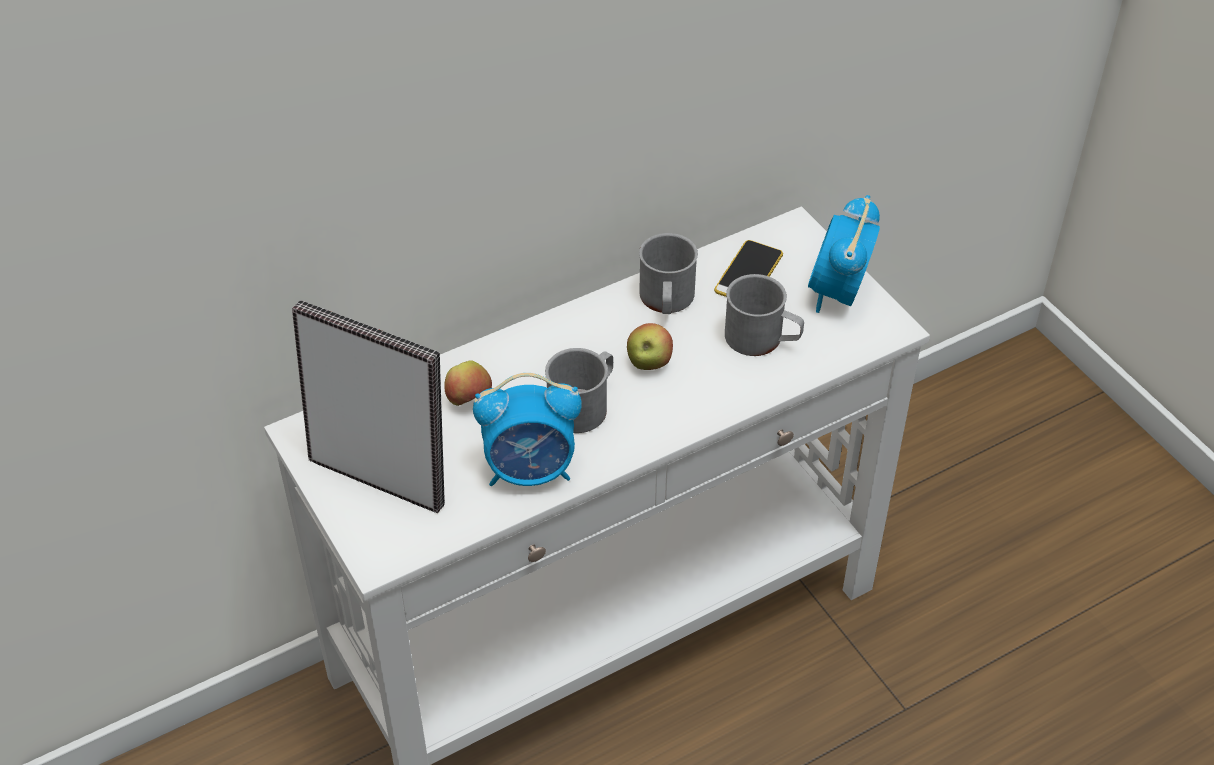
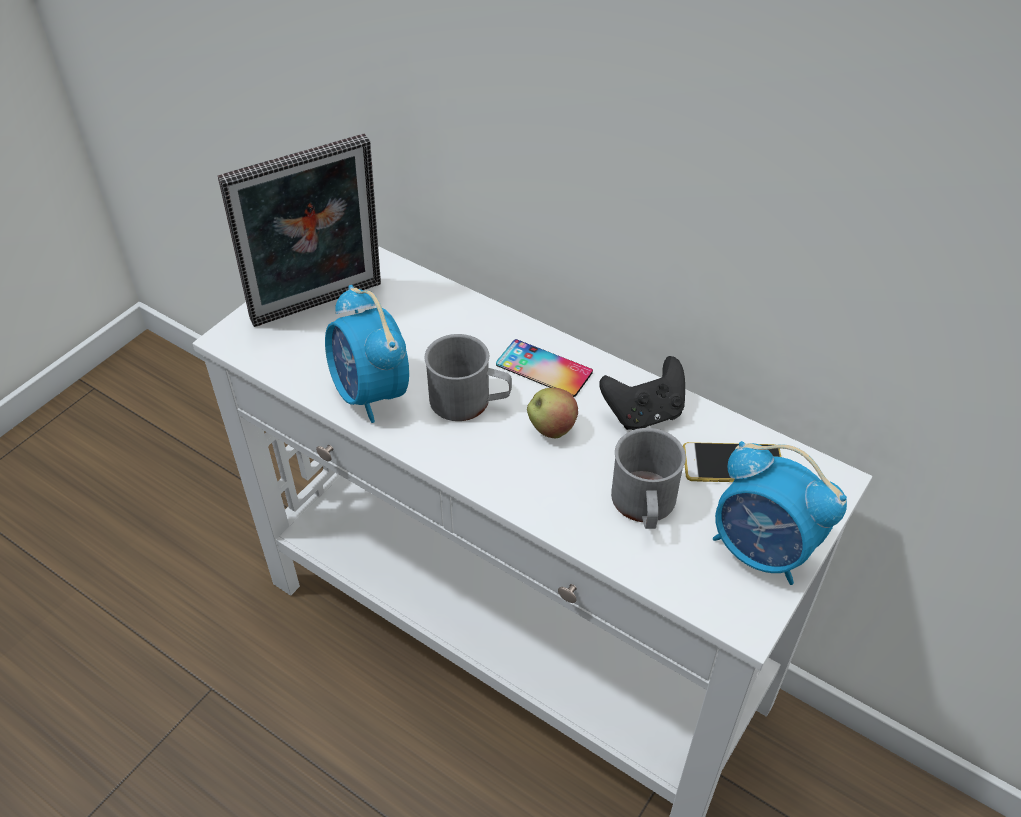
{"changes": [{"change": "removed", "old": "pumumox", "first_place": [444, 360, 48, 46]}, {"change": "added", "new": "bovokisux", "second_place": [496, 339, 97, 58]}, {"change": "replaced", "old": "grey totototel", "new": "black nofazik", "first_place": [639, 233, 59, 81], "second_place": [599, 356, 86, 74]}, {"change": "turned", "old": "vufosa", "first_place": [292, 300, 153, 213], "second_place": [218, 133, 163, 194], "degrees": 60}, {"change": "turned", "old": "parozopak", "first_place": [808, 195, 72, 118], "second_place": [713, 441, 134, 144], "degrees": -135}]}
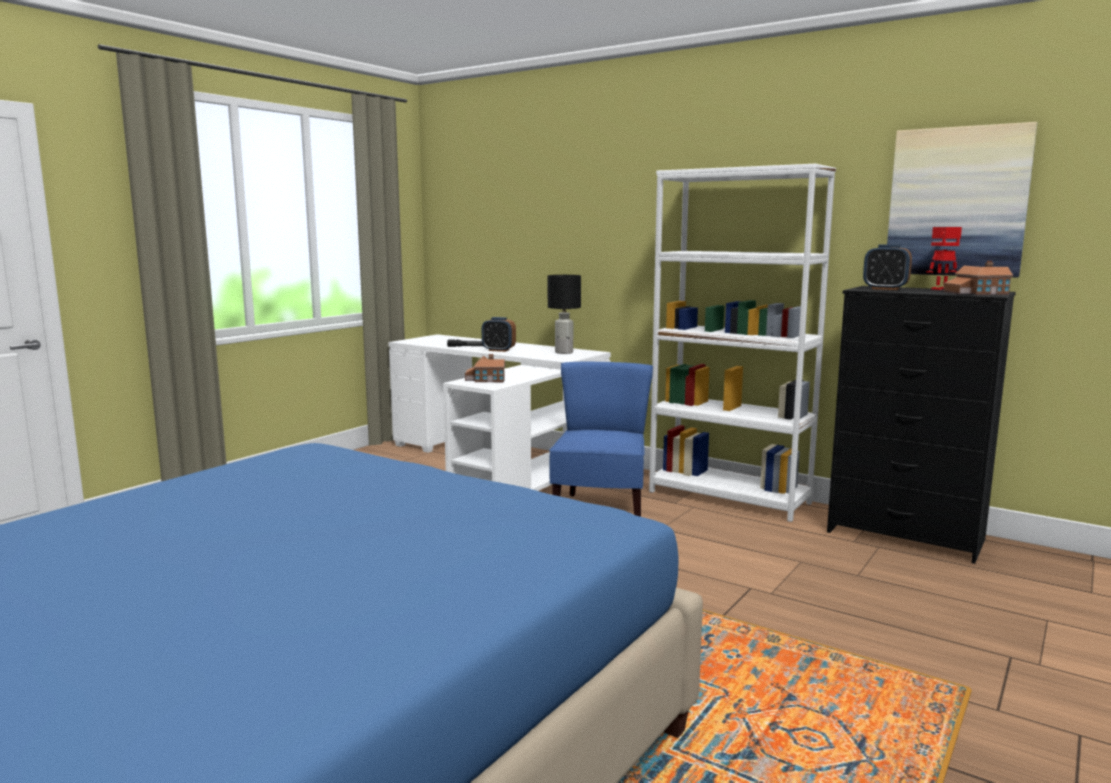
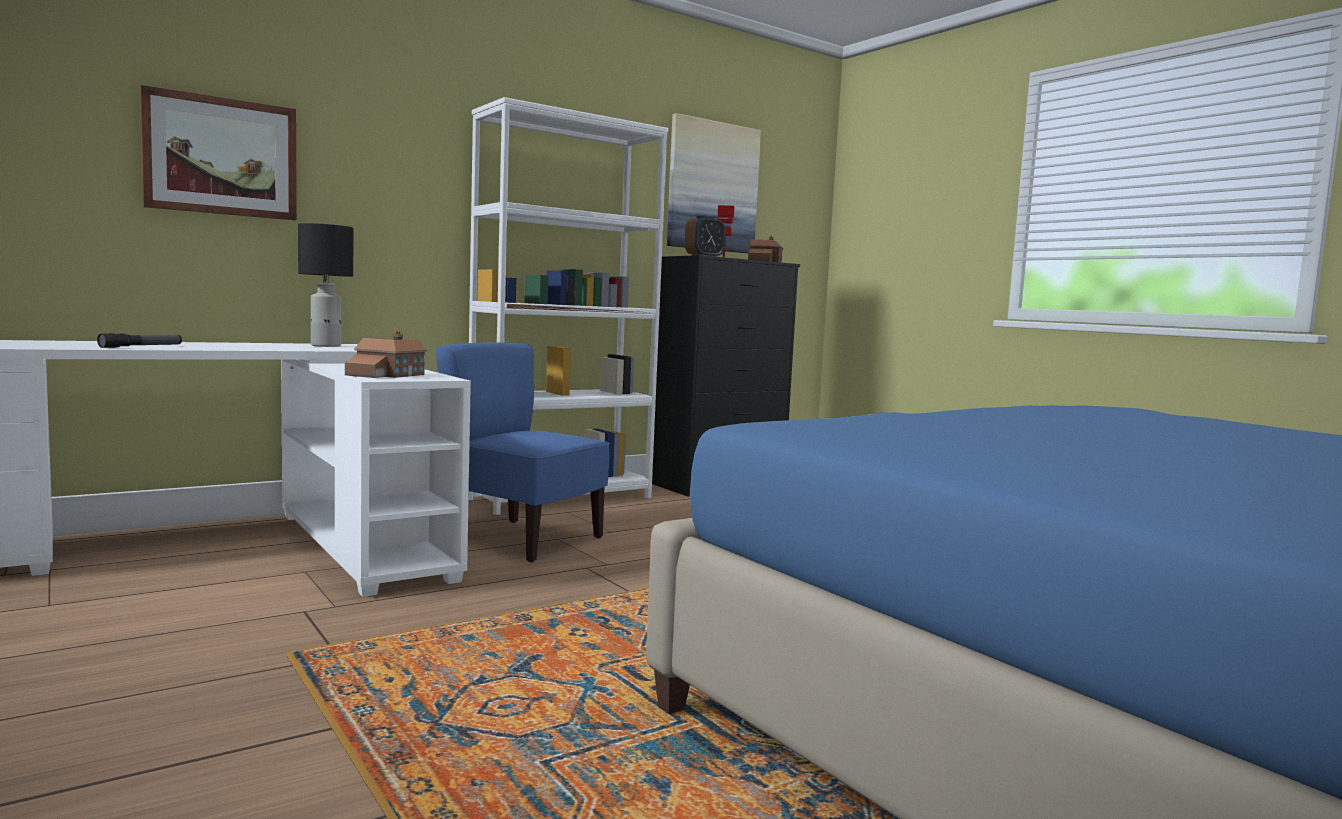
{"changes": [{"change": "removed", "old": "parozopak", "first_place": [482, 317, 34, 35]}, {"change": "added", "new": "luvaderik", "second_place": [140, 85, 157, 135]}]}
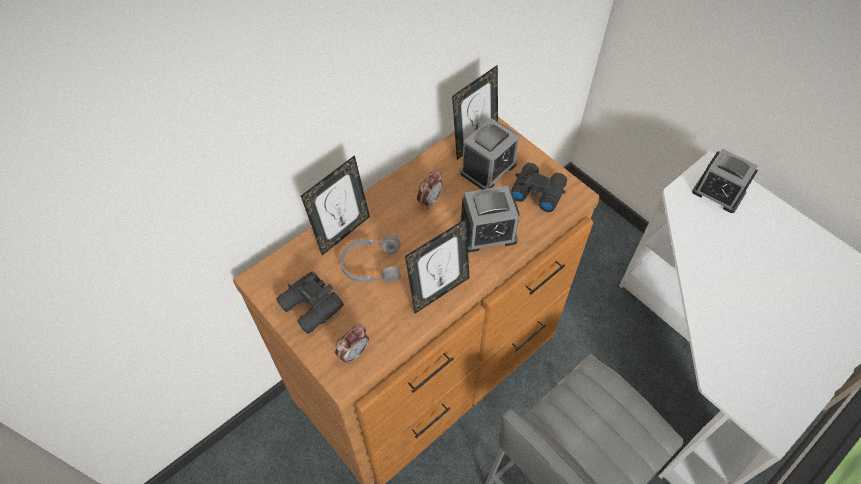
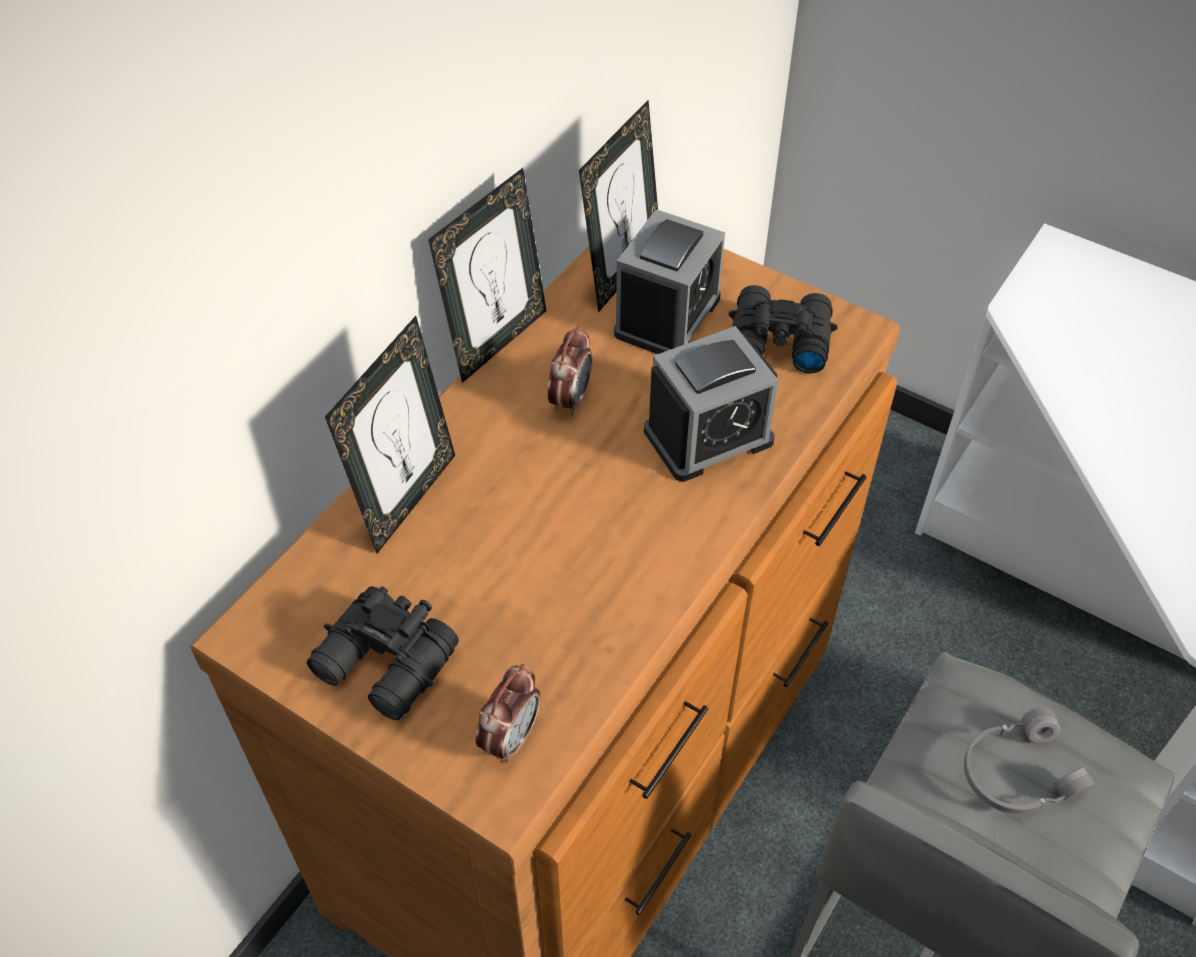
{"changes": [{"change": "removed", "old": "parozopak", "first_place": [692, 149, 66, 64]}, {"change": "moved", "old": "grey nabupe", "first_place": [340, 235, 61, 47], "second_place": [964, 707, 131, 107]}, {"change": "moved", "old": "vufosa", "first_place": [405, 218, 64, 95], "second_place": [428, 168, 118, 215]}]}
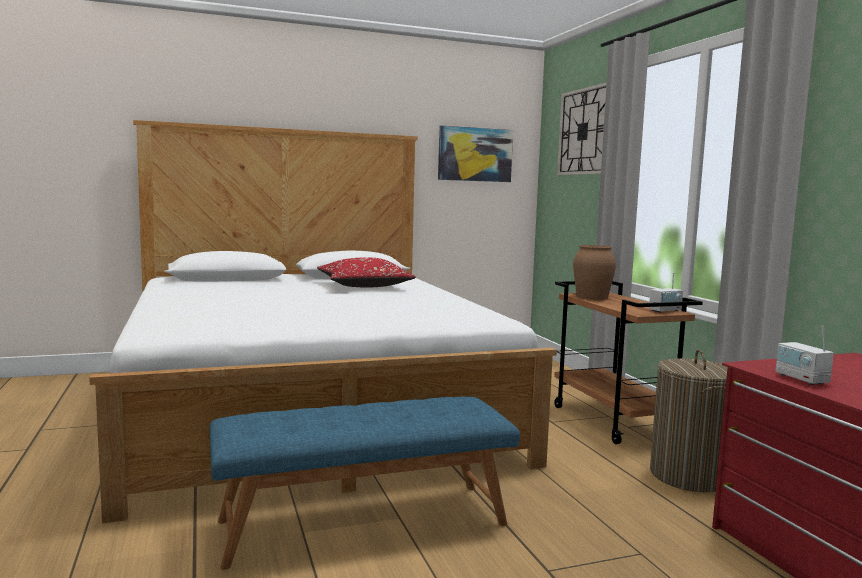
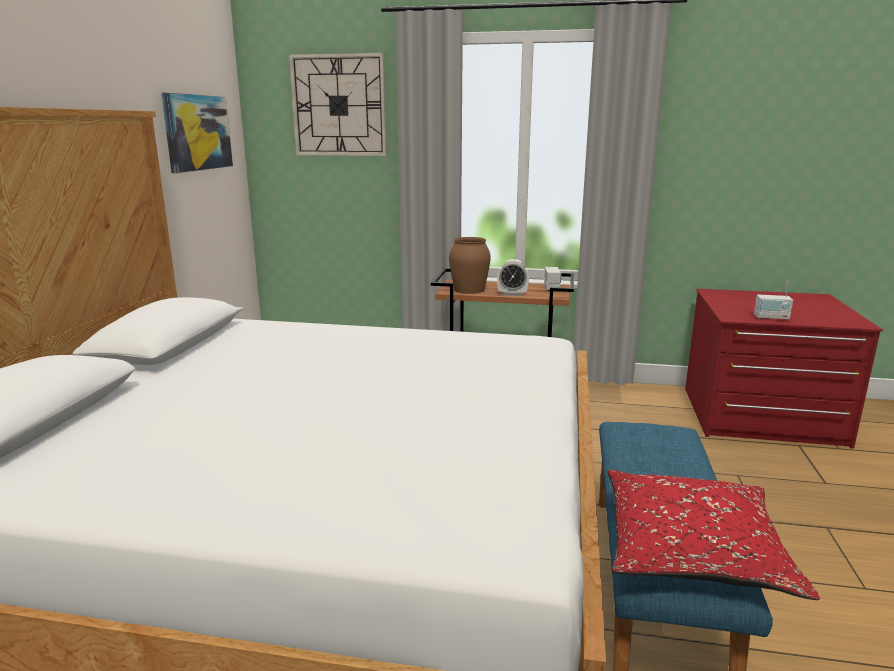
{"changes": [{"change": "removed", "old": "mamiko", "first_place": [650, 349, 78, 143]}, {"change": "added", "new": "parozopak", "second_place": [497, 259, 32, 37]}, {"change": "moved", "old": "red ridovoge", "first_place": [317, 257, 99, 31], "second_place": [608, 470, 212, 130]}]}
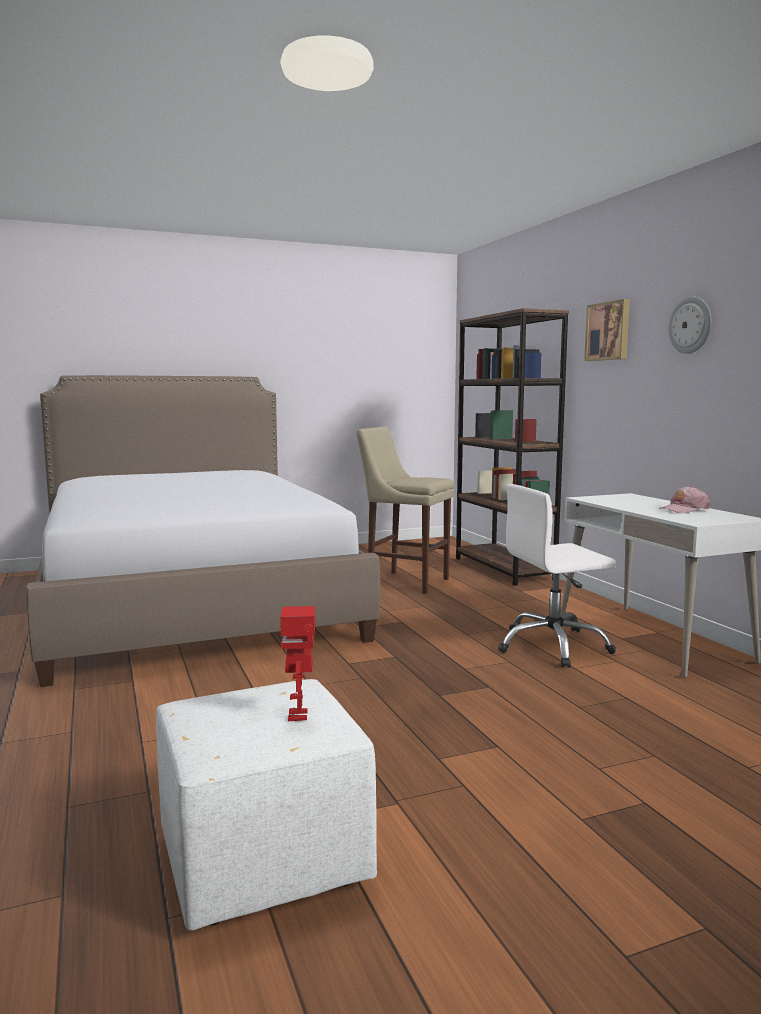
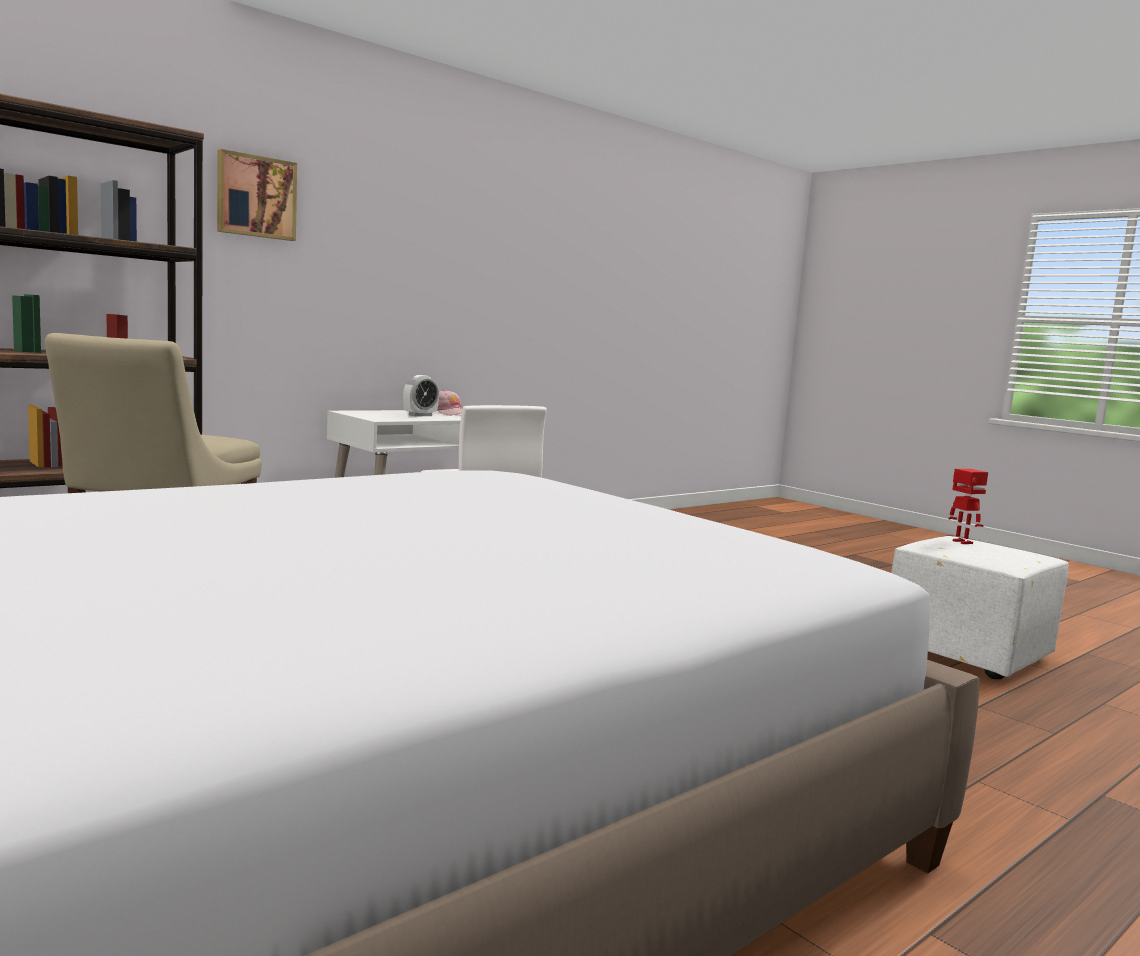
{"changes": [{"change": "removed", "old": "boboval", "first_place": [668, 296, 43, 58]}, {"change": "added", "new": "parozopak", "second_place": [403, 375, 36, 42]}, {"change": "turned", "old": "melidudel", "first_place": [280, 606, 35, 115], "second_place": [949, 469, 39, 75], "degrees": -90}]}
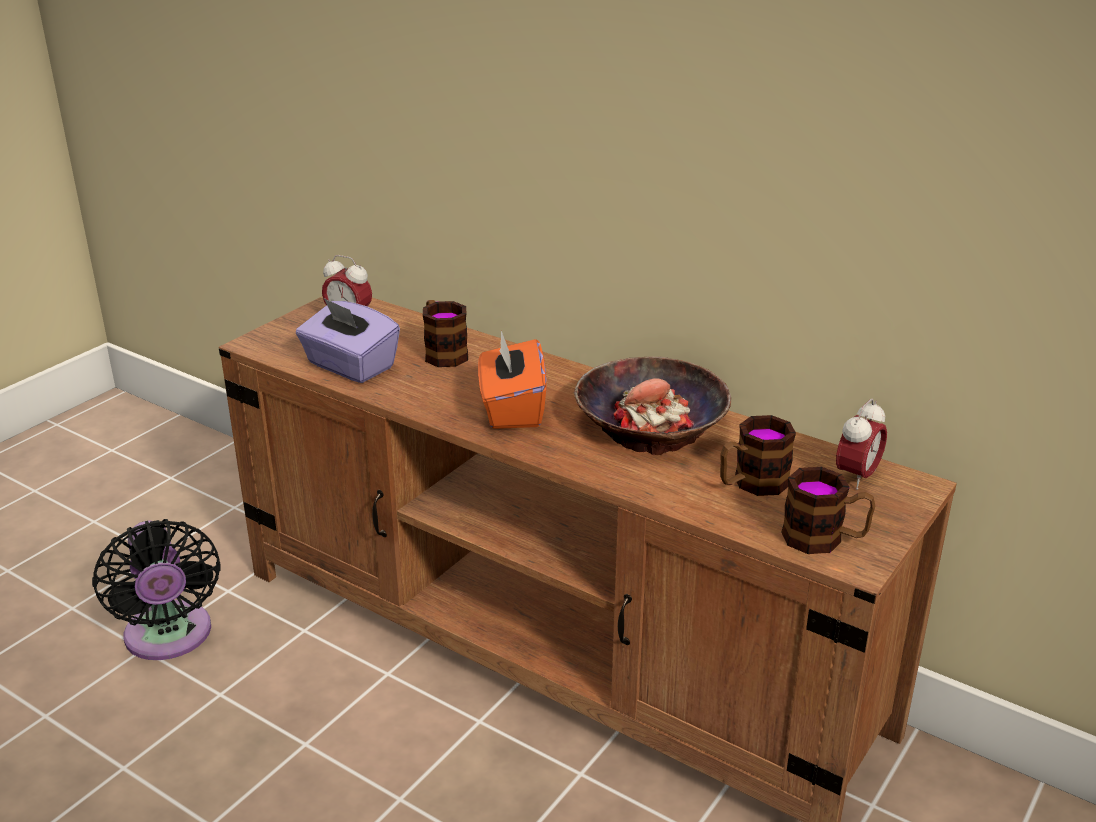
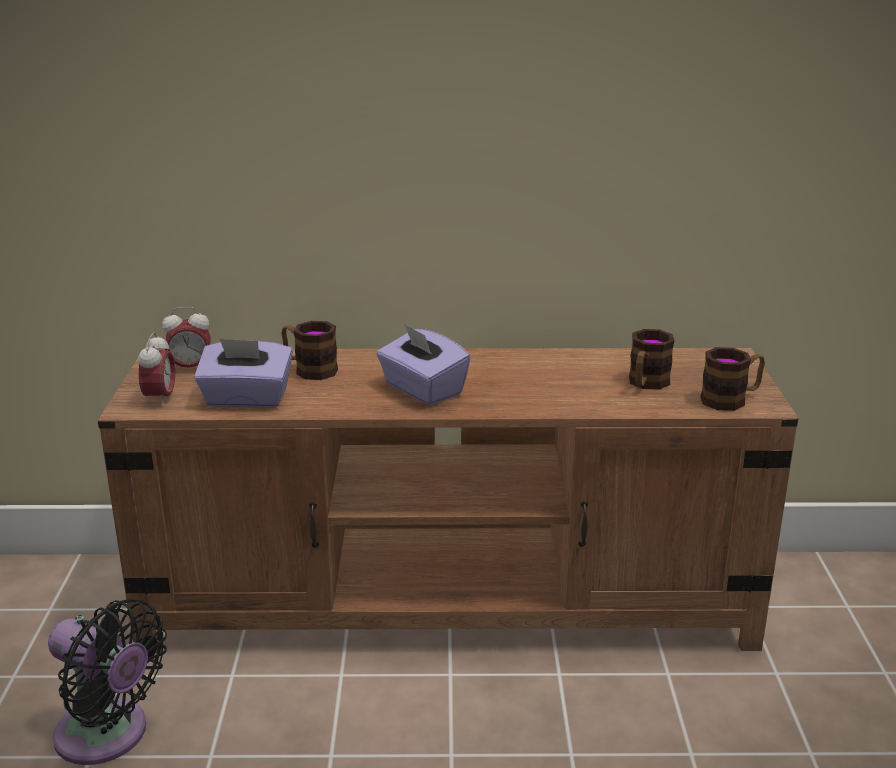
{"changes": [{"change": "removed", "old": "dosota", "first_place": [574, 357, 157, 98]}, {"change": "moved", "old": "parozopak", "first_place": [836, 399, 51, 91], "second_place": [138, 332, 37, 75]}, {"change": "recoloured", "old": "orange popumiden", "new": "purple popumiden", "first_place": [478, 331, 69, 98], "second_place": [377, 323, 94, 82]}]}
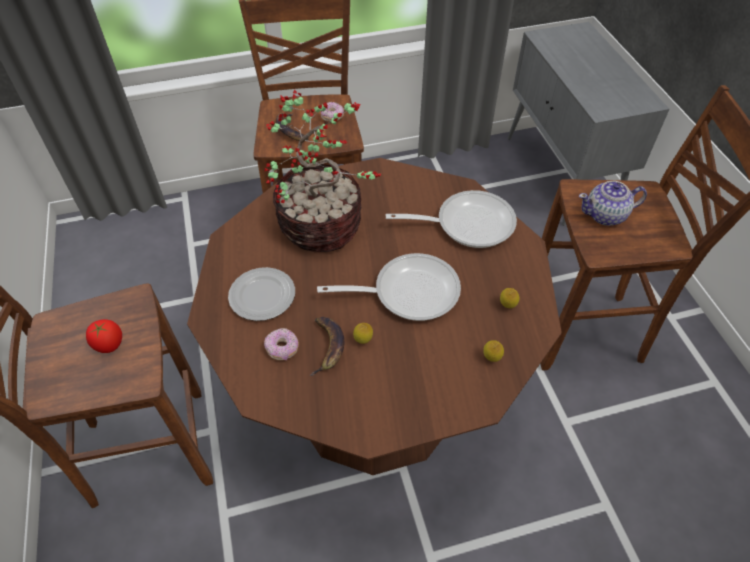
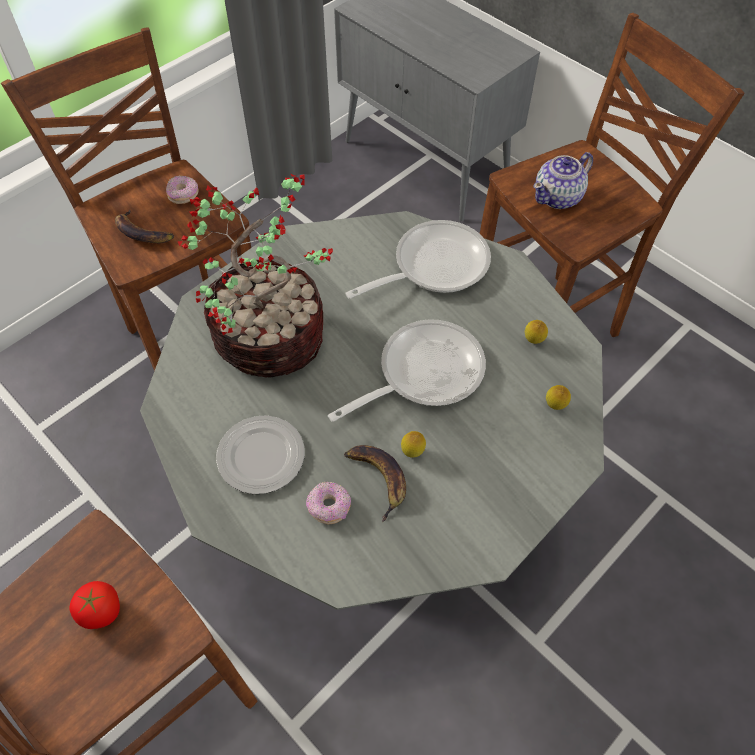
{"changes": [{"change": "recoloured", "old": "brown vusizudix", "new": "grey vusizudix", "first_place": [187, 158, 375, 317], "second_place": [140, 211, 464, 399]}]}
